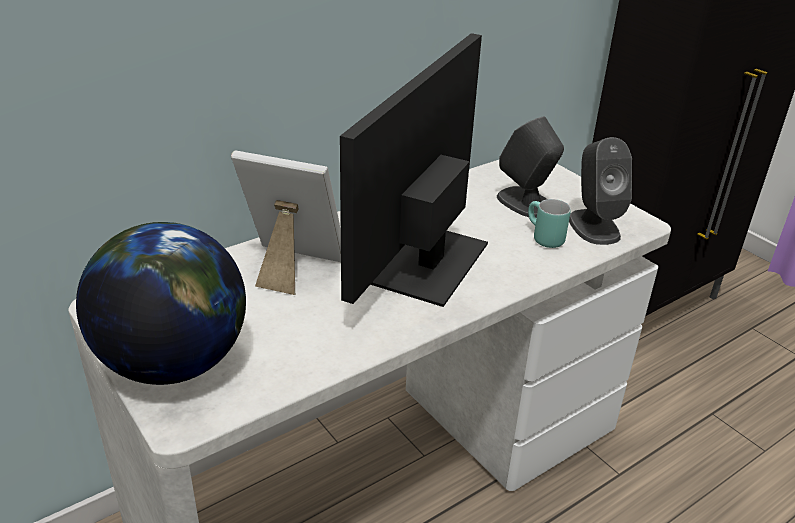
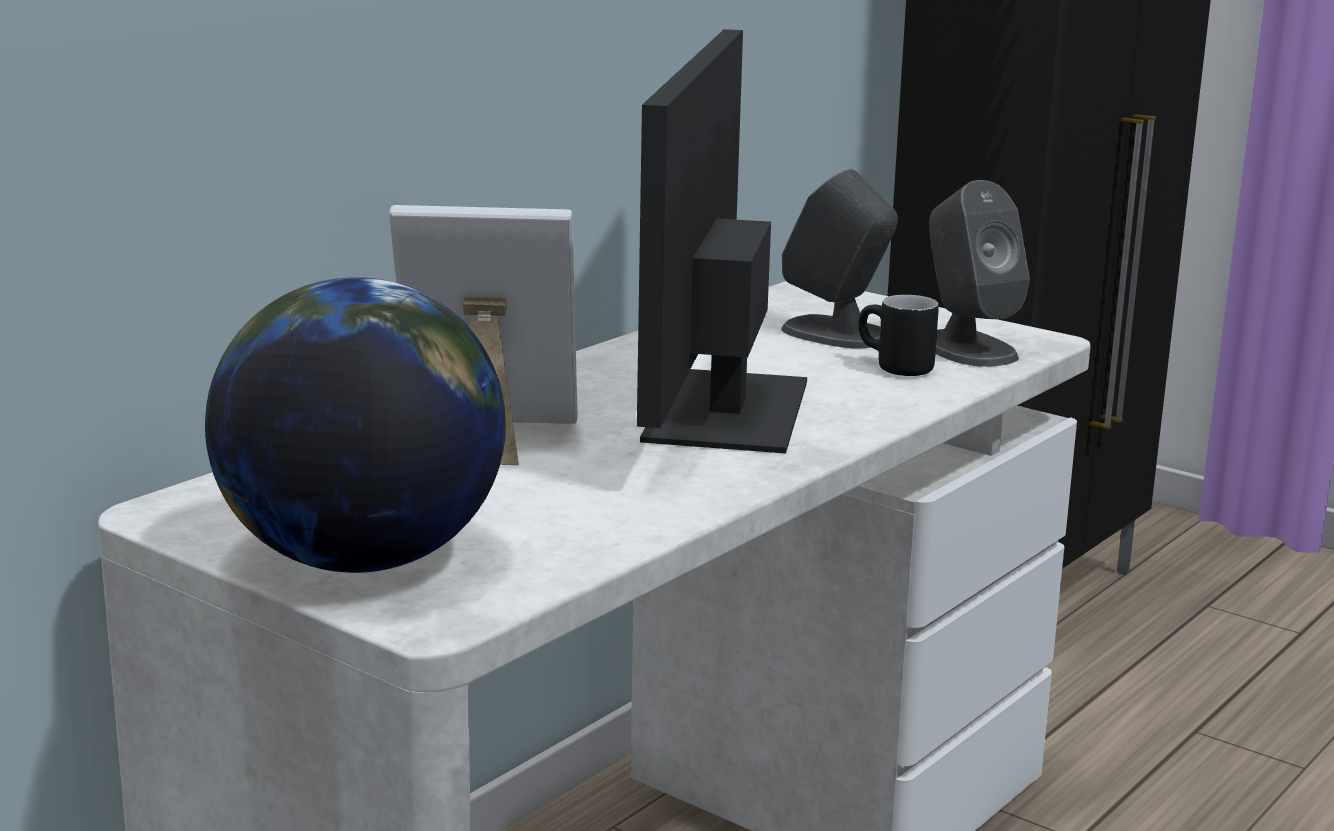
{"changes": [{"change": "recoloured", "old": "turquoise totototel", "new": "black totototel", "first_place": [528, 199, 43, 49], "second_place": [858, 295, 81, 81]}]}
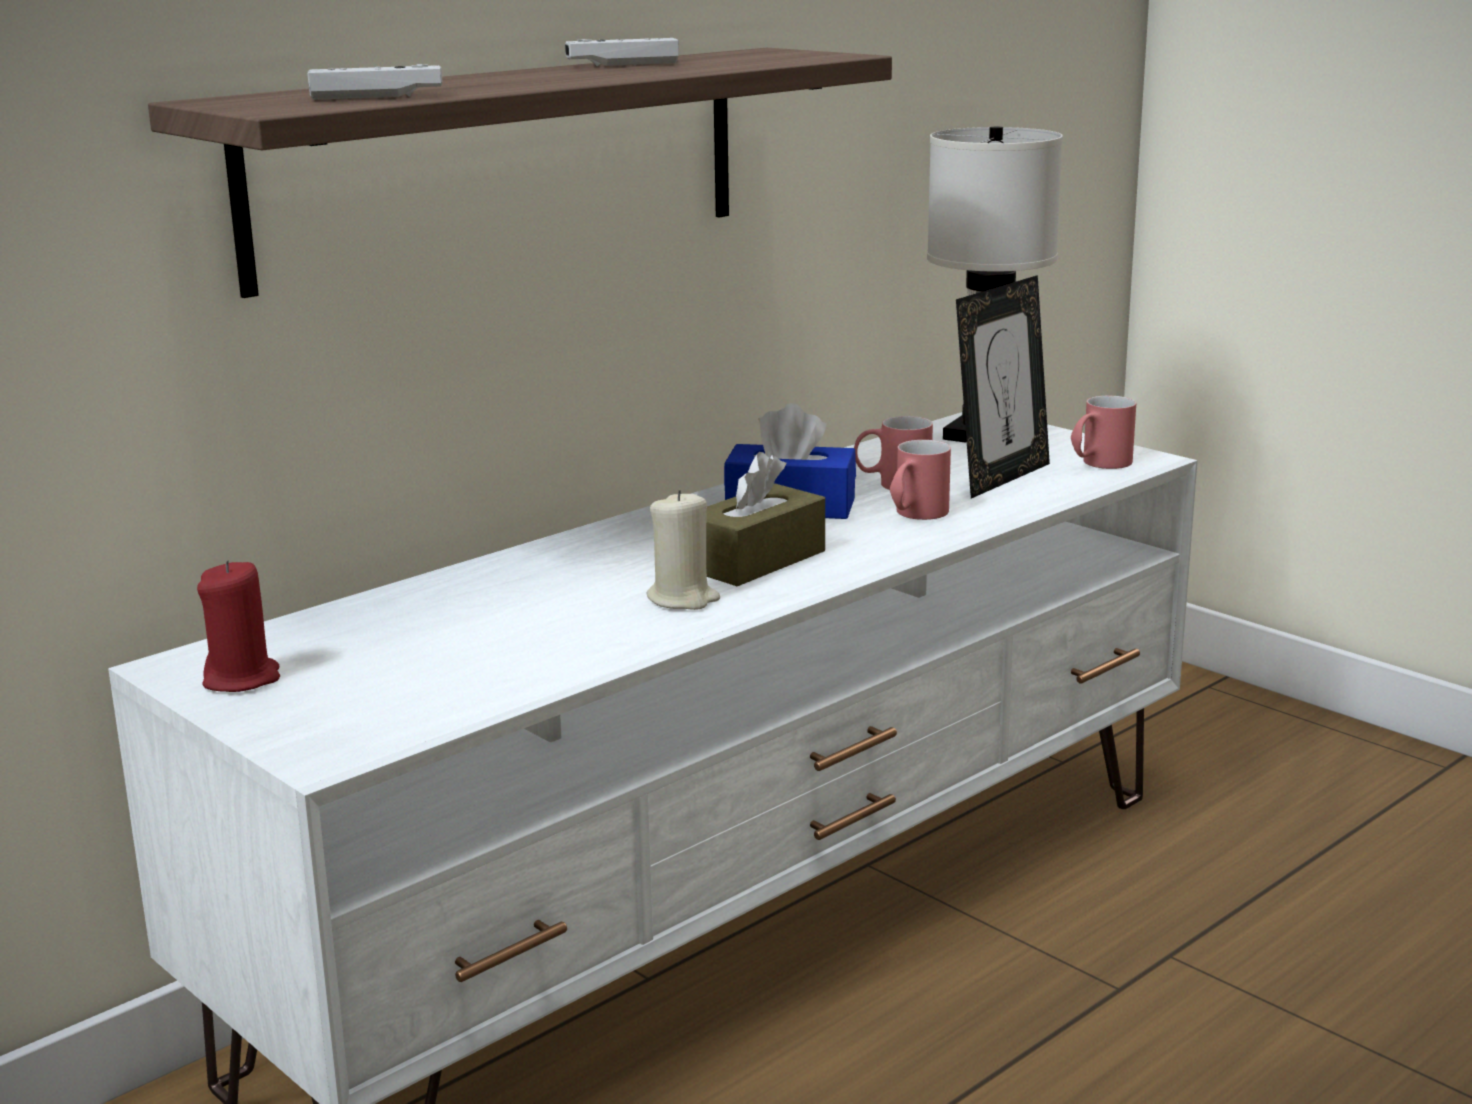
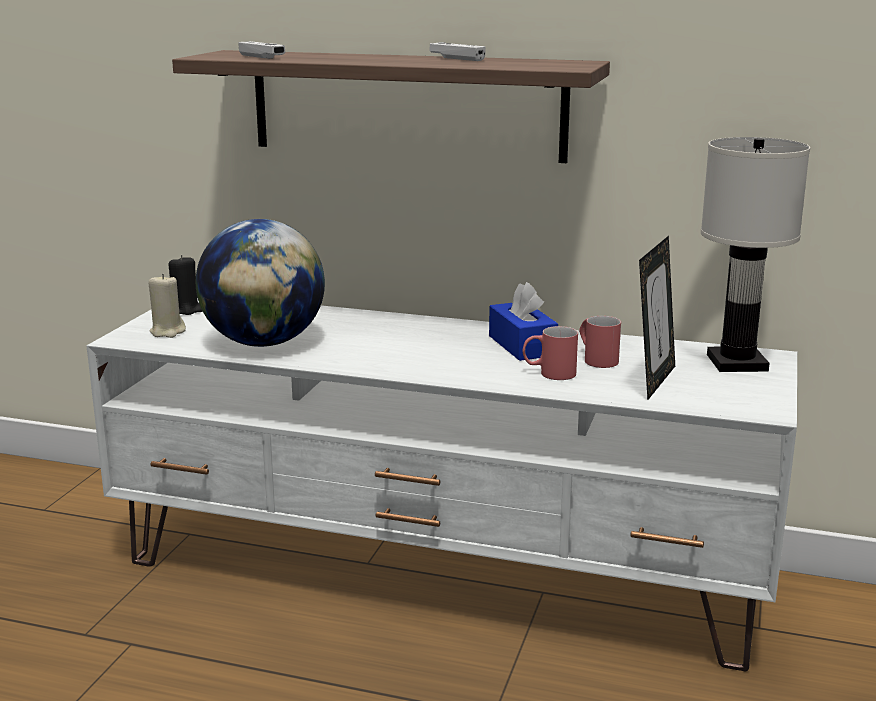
{"changes": [{"change": "removed", "old": "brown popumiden", "first_place": [706, 452, 119, 134]}, {"change": "removed", "old": "red totototel", "first_place": [1071, 396, 65, 73]}, {"change": "added", "new": "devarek", "second_place": [196, 219, 129, 128]}, {"change": "moved", "old": "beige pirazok", "first_place": [647, 490, 73, 120], "second_place": [149, 273, 37, 65]}, {"change": "recoloured", "old": "red pirazok", "new": "black pirazok", "first_place": [197, 560, 83, 132], "second_place": [169, 255, 34, 60]}, {"change": "turned", "old": "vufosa", "first_place": [956, 275, 94, 223], "second_place": [639, 236, 36, 165], "degrees": -75}]}
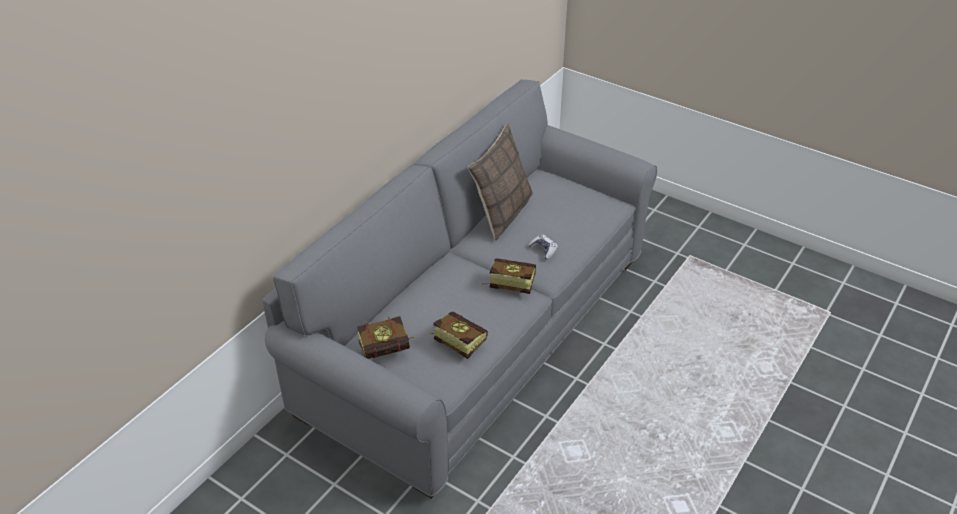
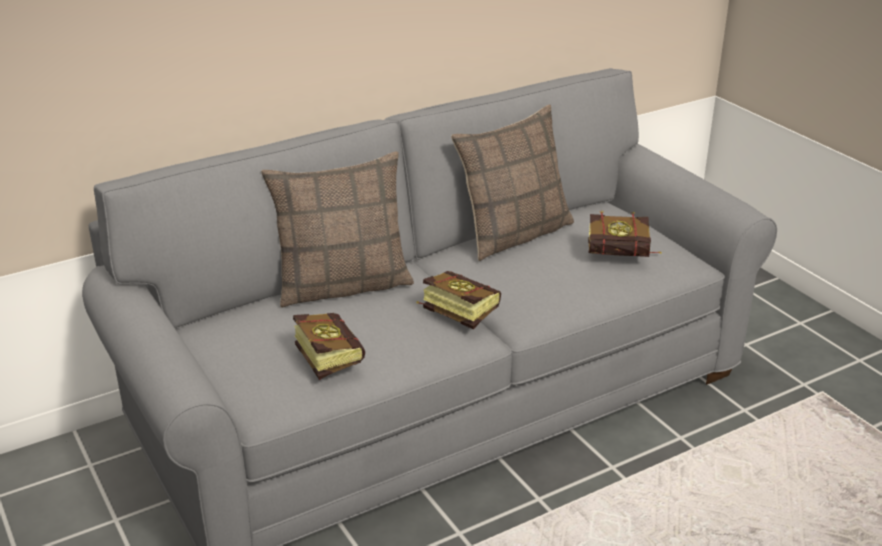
{"changes": [{"change": "removed", "old": "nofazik", "first_place": [529, 235, 29, 24]}, {"change": "added", "new": "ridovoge", "second_place": [261, 151, 153, 157]}, {"change": "moved", "old": "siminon", "first_place": [357, 316, 58, 43], "second_place": [588, 211, 74, 46]}]}
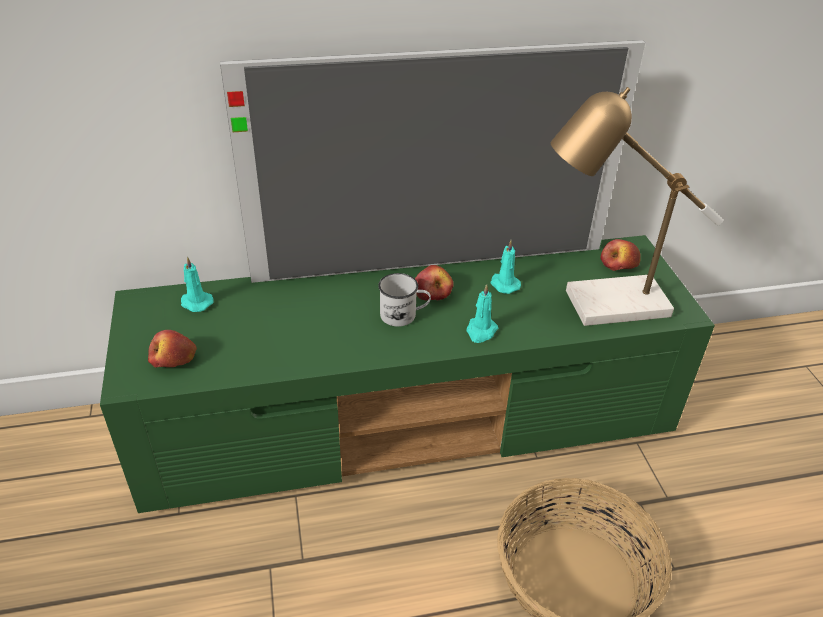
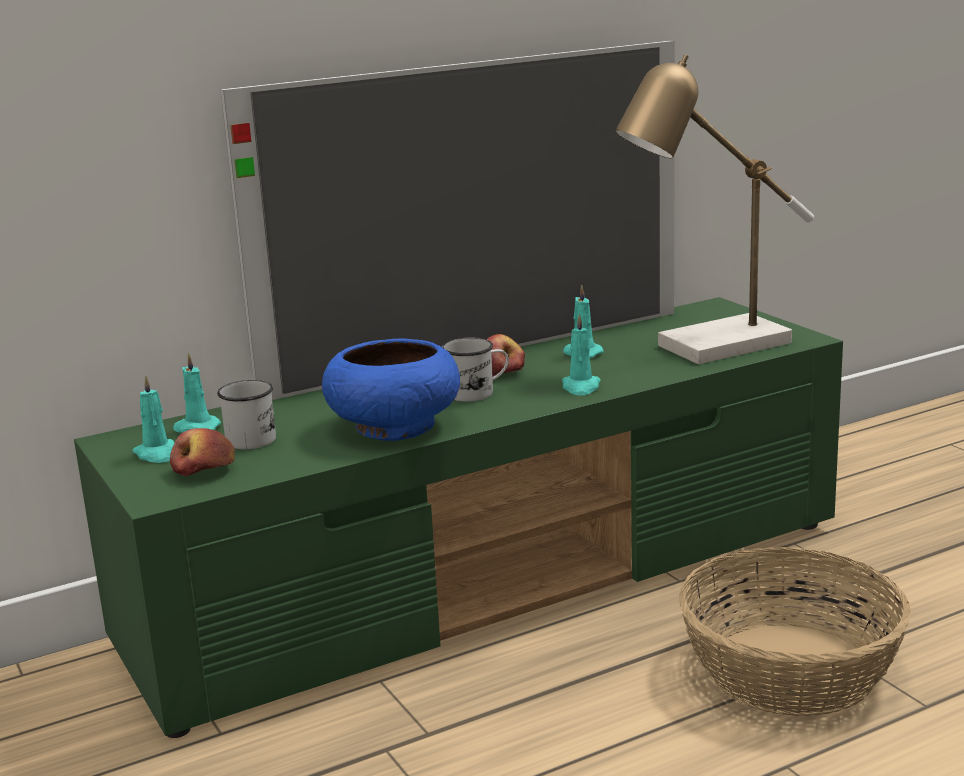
{"changes": [{"change": "removed", "old": "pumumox", "first_place": [600, 239, 41, 32]}, {"change": "added", "new": "turquoise pirazok", "second_place": [133, 375, 42, 88]}, {"change": "added", "new": "white totototel", "second_place": [217, 380, 59, 70]}, {"change": "added", "new": "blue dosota", "second_place": [322, 339, 138, 102]}]}
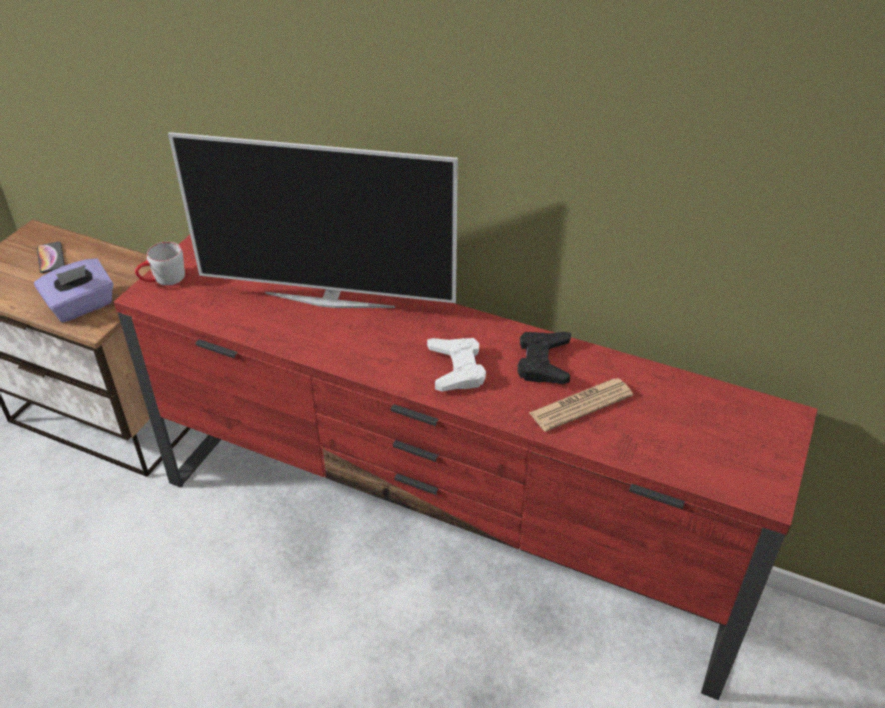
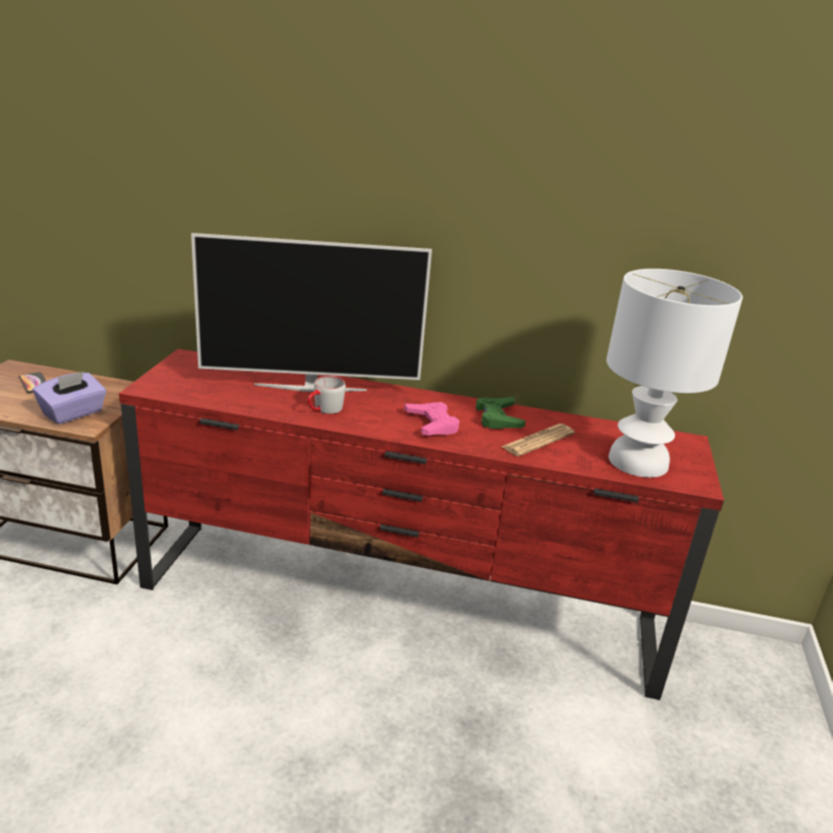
{"changes": [{"change": "added", "new": "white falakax", "second_place": [606, 269, 137, 209]}, {"change": "moved", "old": "grey totototel", "first_place": [135, 242, 50, 44], "second_place": [308, 376, 38, 38]}, {"change": "recoloured", "old": "white nofazik", "new": "pink nofazik", "first_place": [427, 338, 59, 54], "second_place": [404, 402, 55, 34]}, {"change": "recoloured", "old": "black nofazik", "new": "green nofazik", "first_place": [517, 332, 54, 52], "second_place": [476, 397, 50, 32]}]}
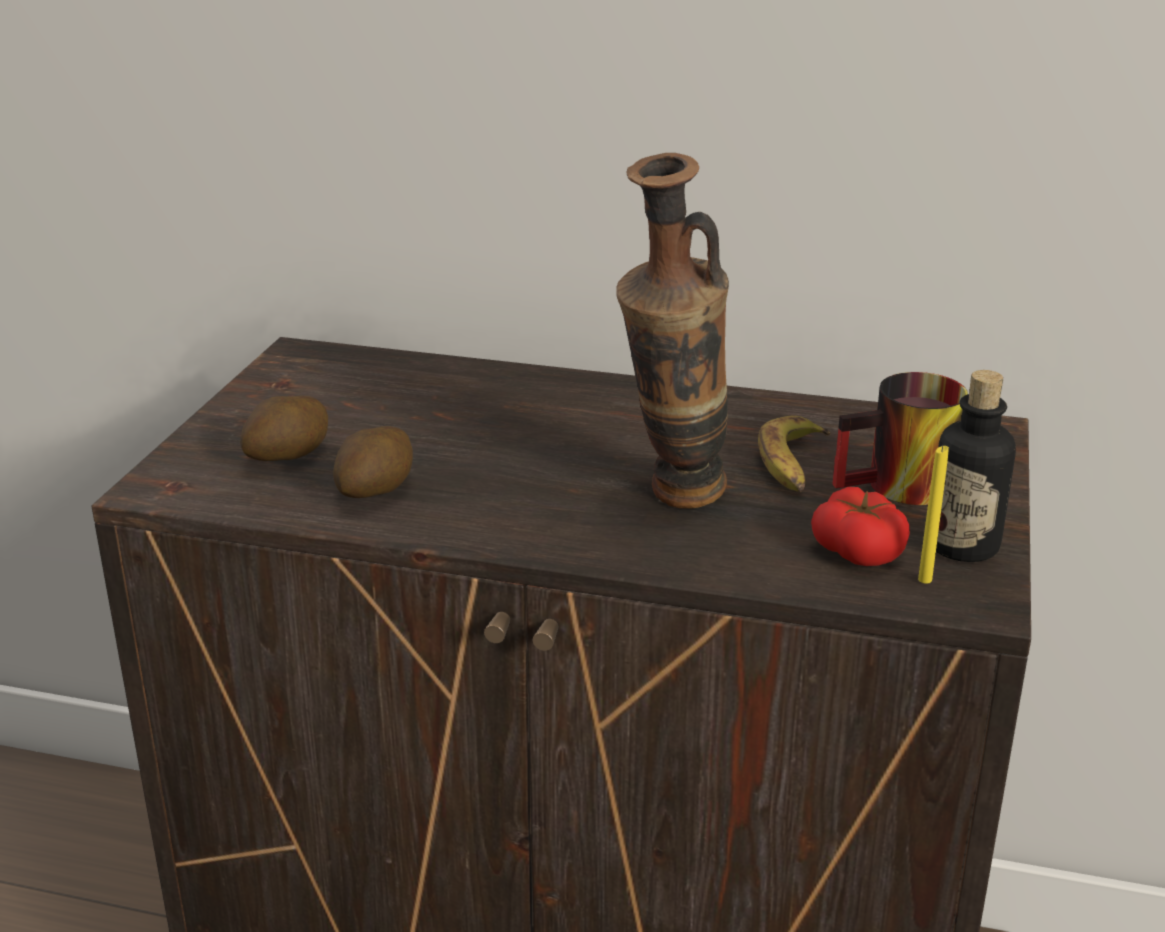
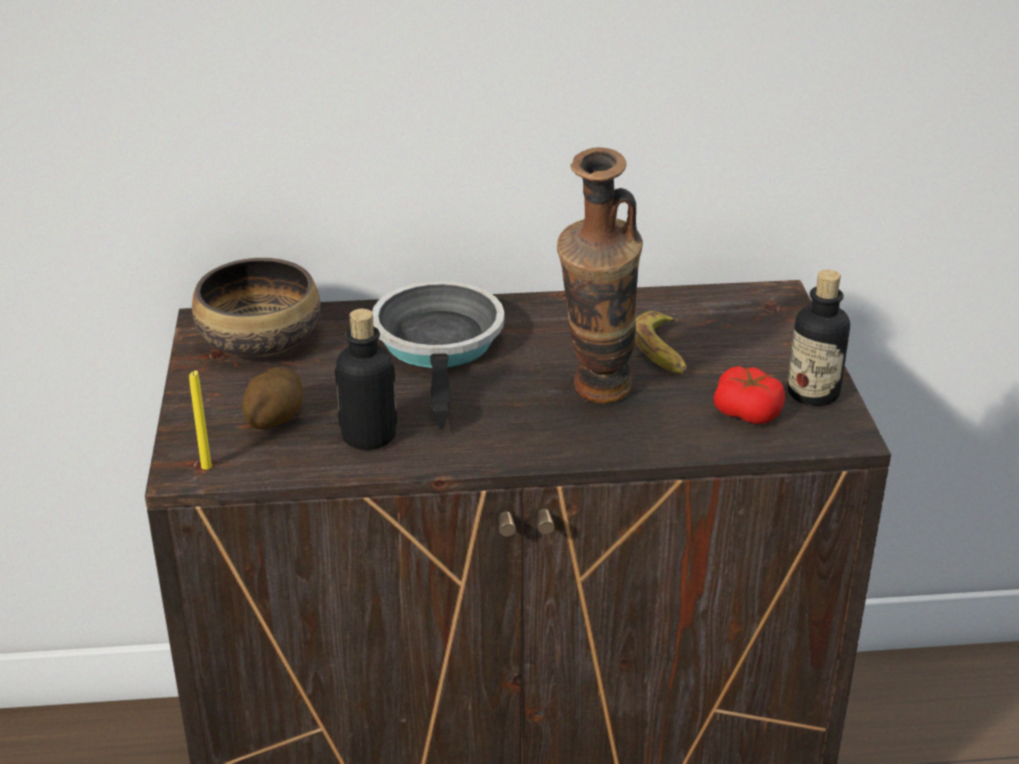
{"changes": [{"change": "removed", "old": "totototel", "first_place": [832, 372, 136, 133]}, {"change": "added", "new": "dosota", "second_place": [192, 258, 129, 100]}, {"change": "added", "new": "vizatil", "second_place": [372, 281, 132, 148]}, {"change": "moved", "old": "yellow pirazok", "first_place": [918, 445, 31, 139], "second_place": [189, 370, 23, 100]}, {"change": "replaced", "old": "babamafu", "new": "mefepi", "first_place": [333, 426, 80, 72], "second_place": [335, 309, 62, 141]}]}
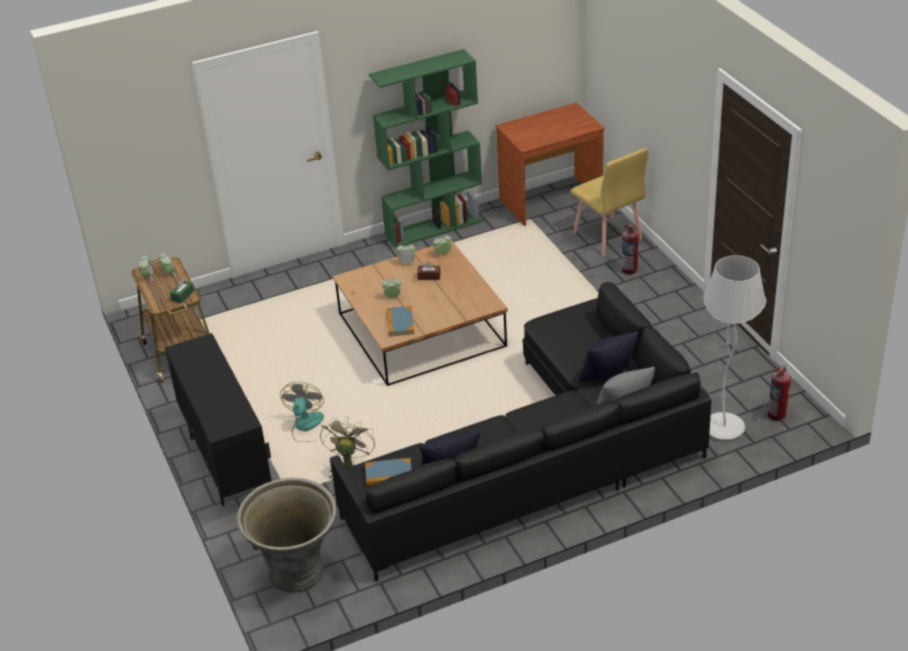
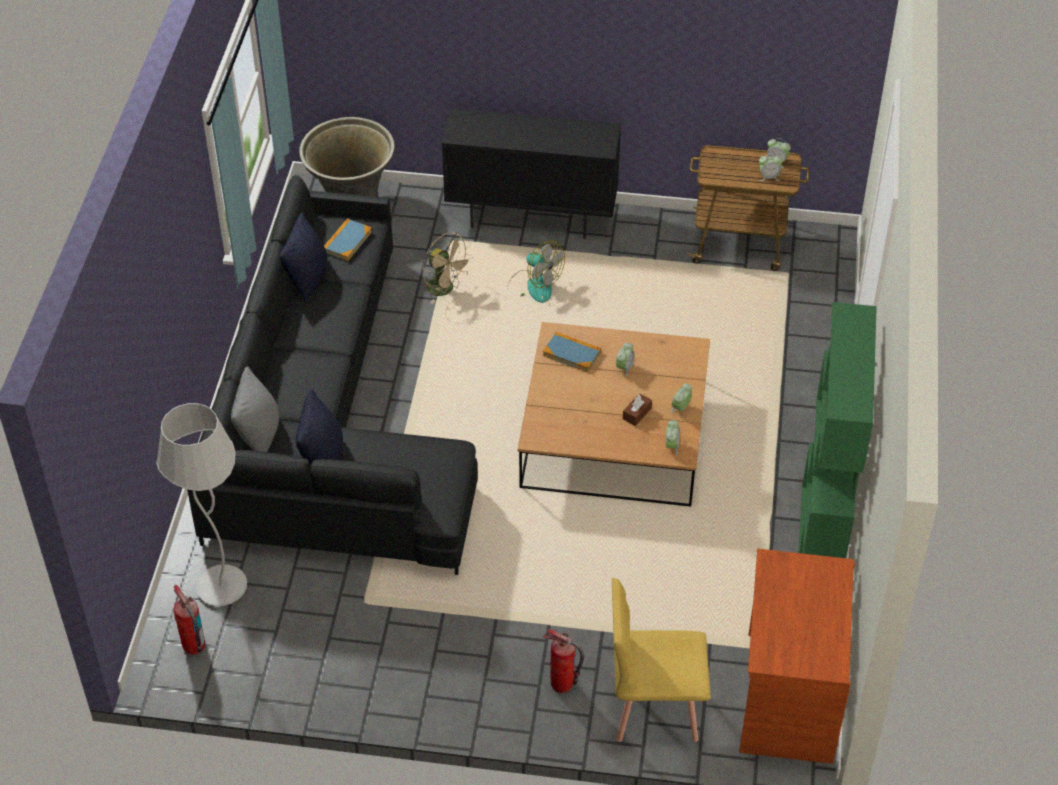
{"changes": [{"change": "removed", "old": "green popumiden", "first_place": [170, 279, 24, 24]}]}
